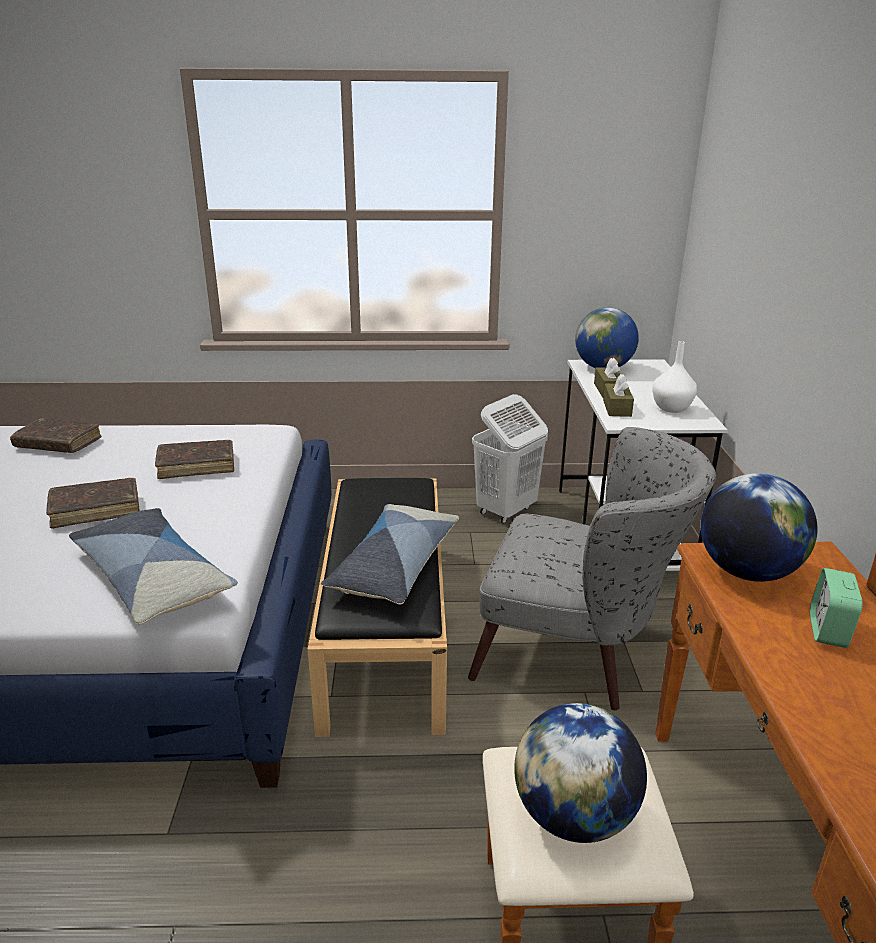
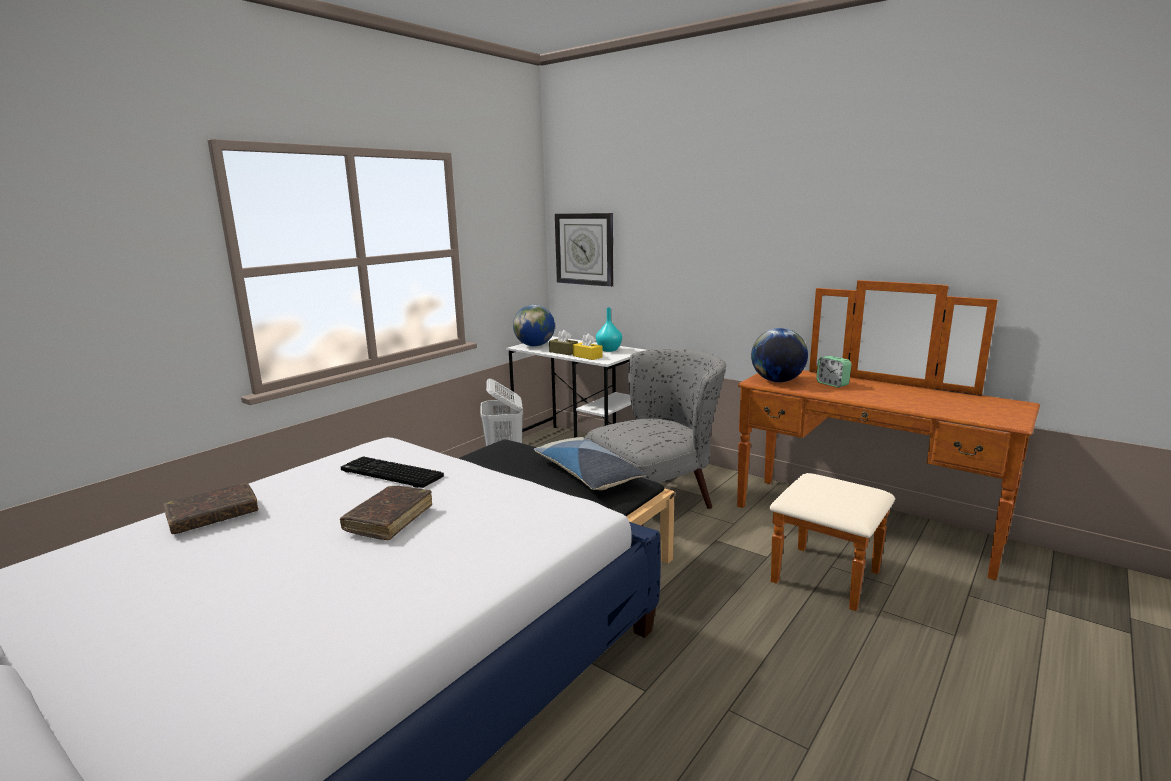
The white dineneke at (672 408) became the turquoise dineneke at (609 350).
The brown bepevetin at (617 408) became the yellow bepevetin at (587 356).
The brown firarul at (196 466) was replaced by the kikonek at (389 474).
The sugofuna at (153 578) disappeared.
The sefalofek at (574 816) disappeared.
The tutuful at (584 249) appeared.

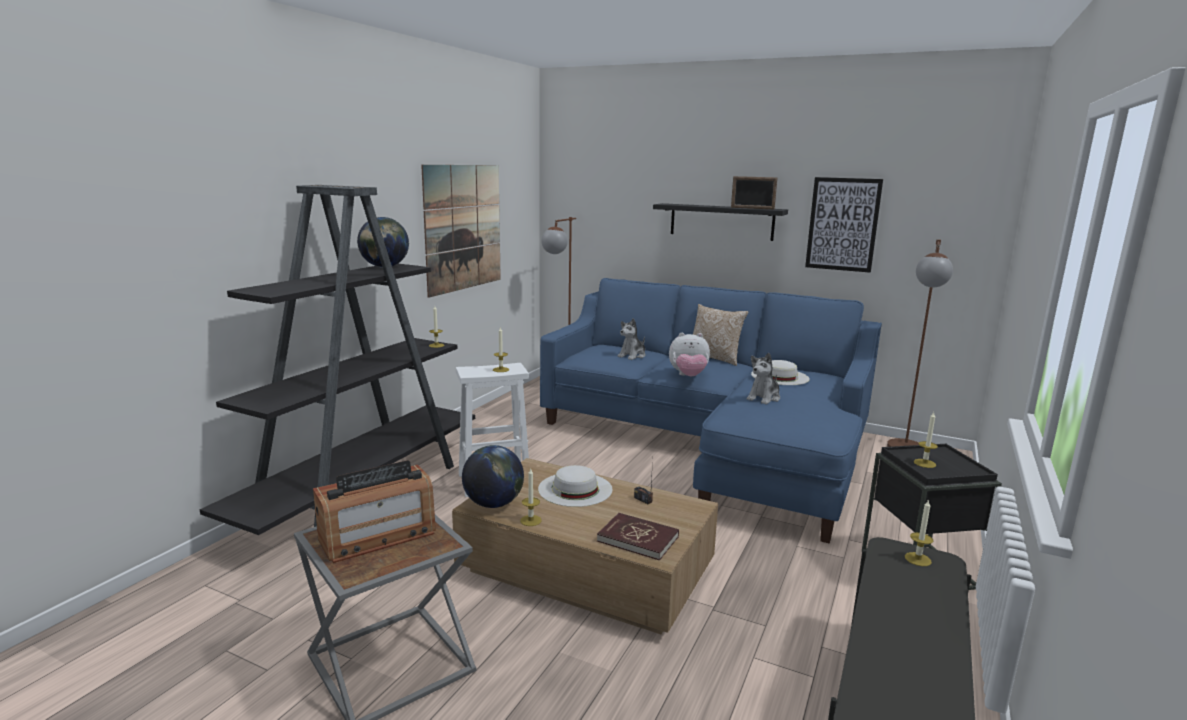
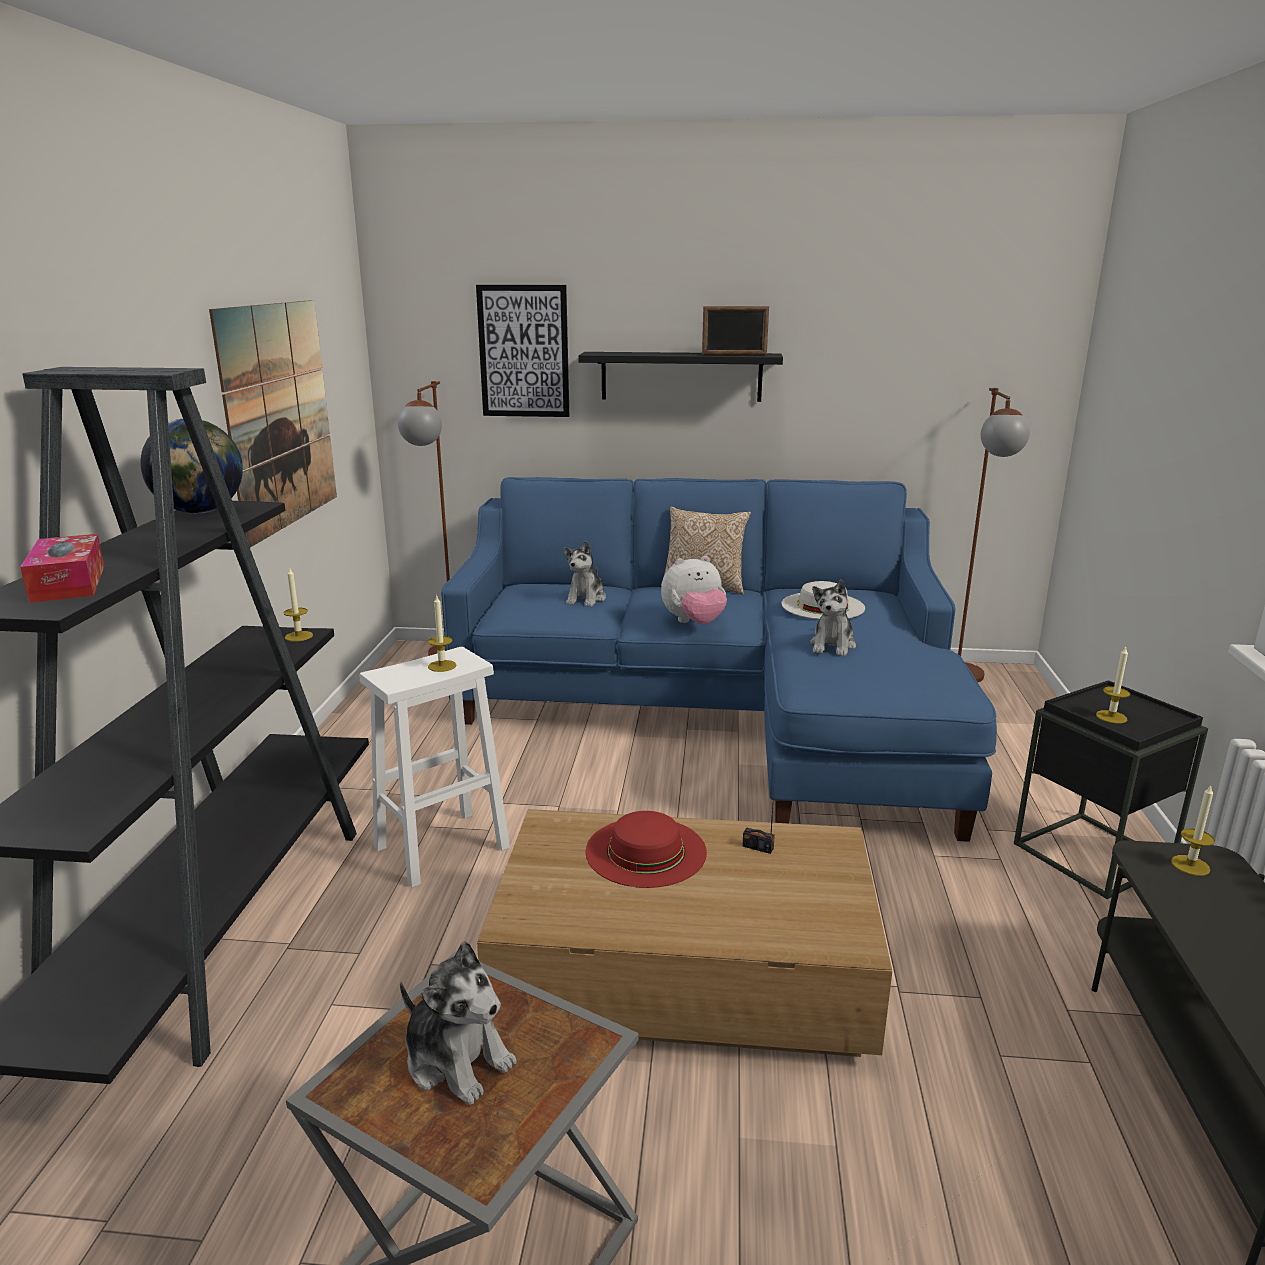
The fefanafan moved from (843 224) to (524 351).
The sefalofek at (493 504) disappeared.
The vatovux at (378 536) was replaced by the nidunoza at (457 1060).
The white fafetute at (575 489) became the red fafetute at (646 851).
The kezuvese at (530 520) disappeared.
The red firarul at (638 539) disappeared.
The bepevetin at (68 583) appeared.

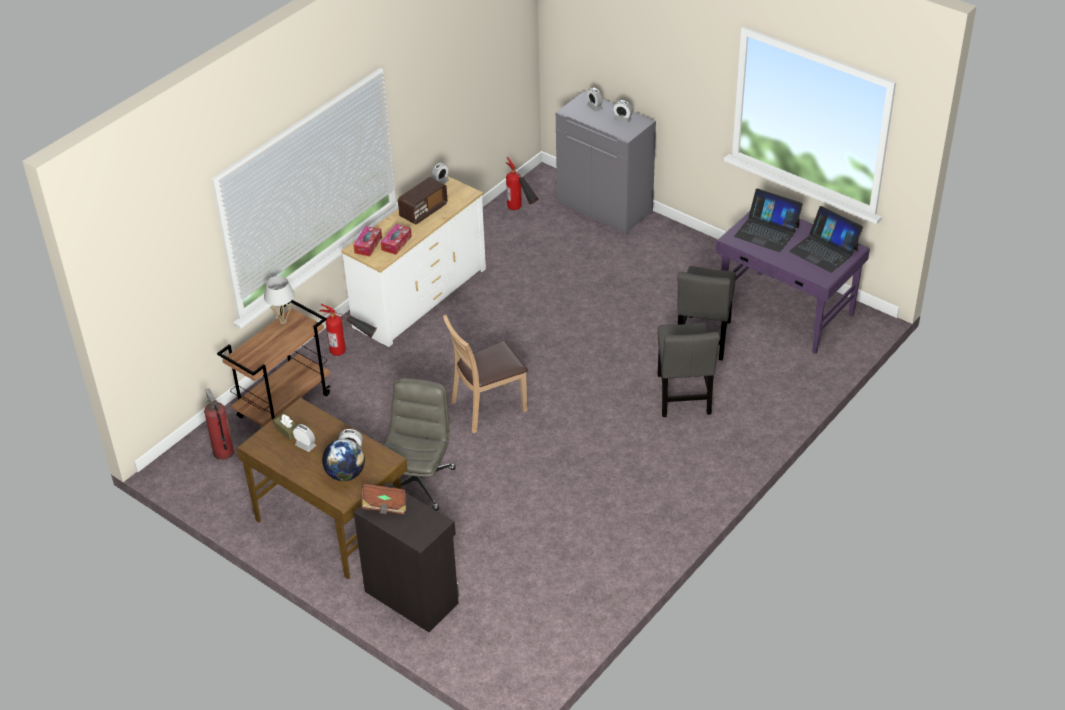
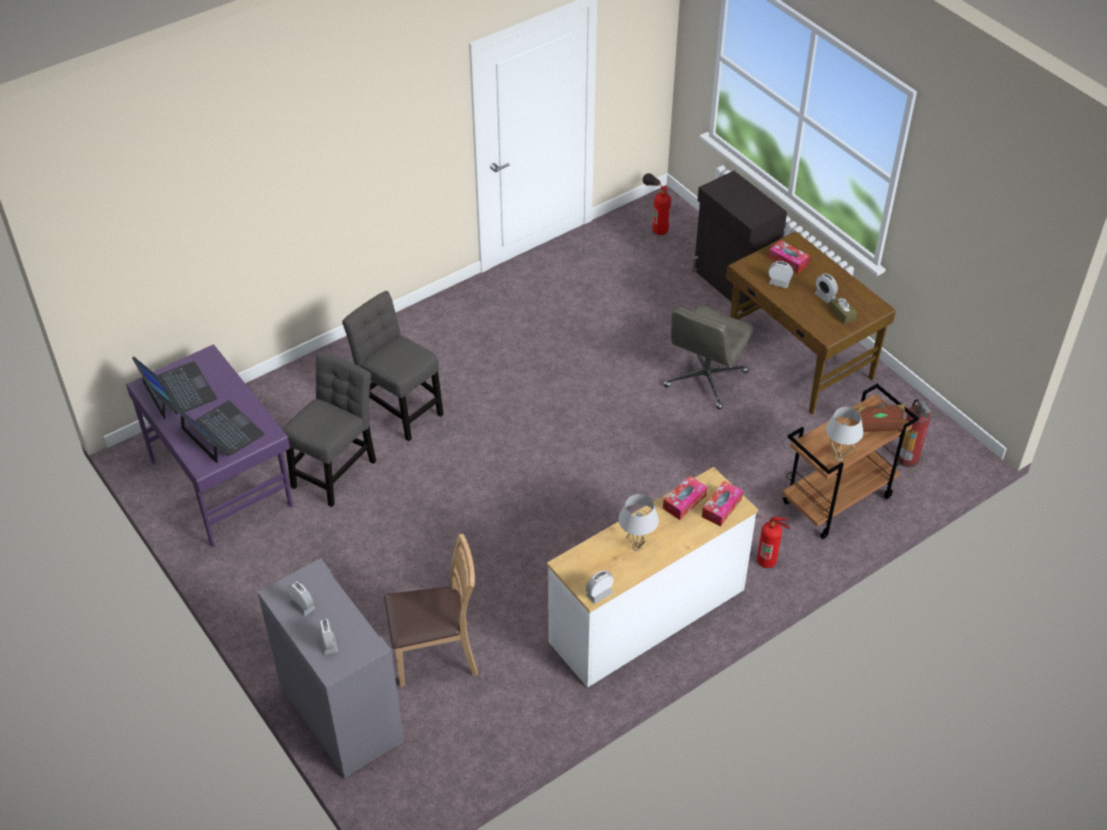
The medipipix moved from (521 213) to (655 220).
The vatovux at (423 211) was replaced by the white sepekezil at (636 547).
The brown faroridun moved from (488 407) to (436 654).
The grey faroridun at (683 397) turned 60 degrees counterclockwise.
The sefalofek at (345 474) was replaced by the bepevetin at (788 261).
The brown firarul moved from (384 506) to (879 424).

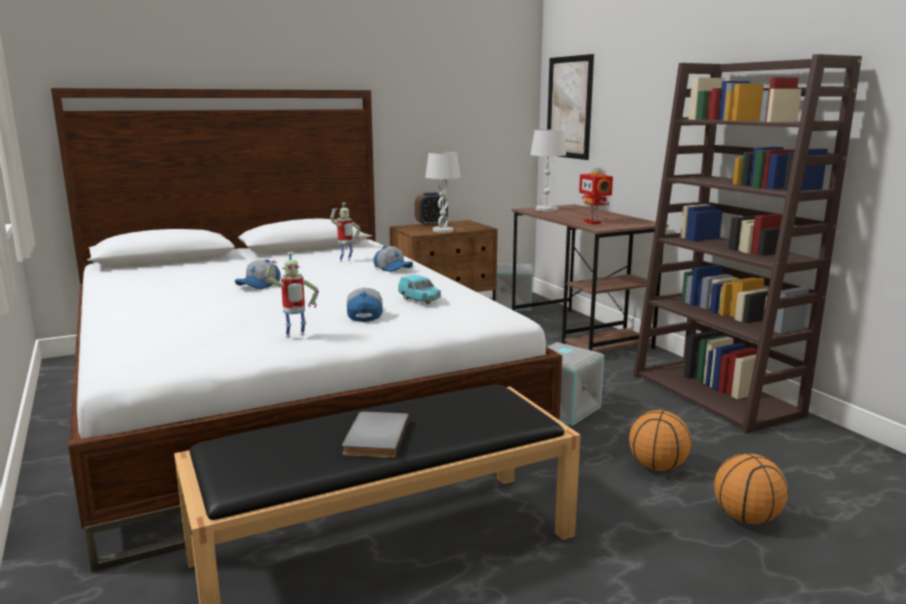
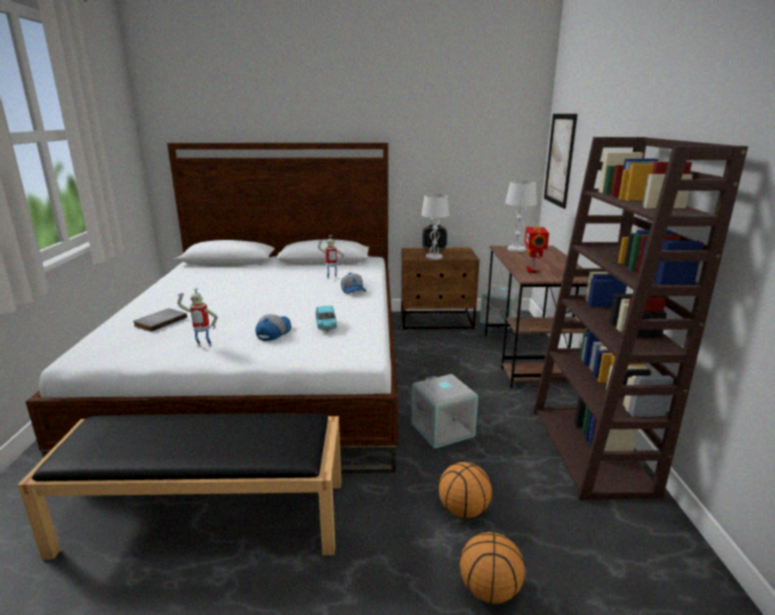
The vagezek at (259 285) disappeared.
The grey firarul moved from (374 437) to (159 321).

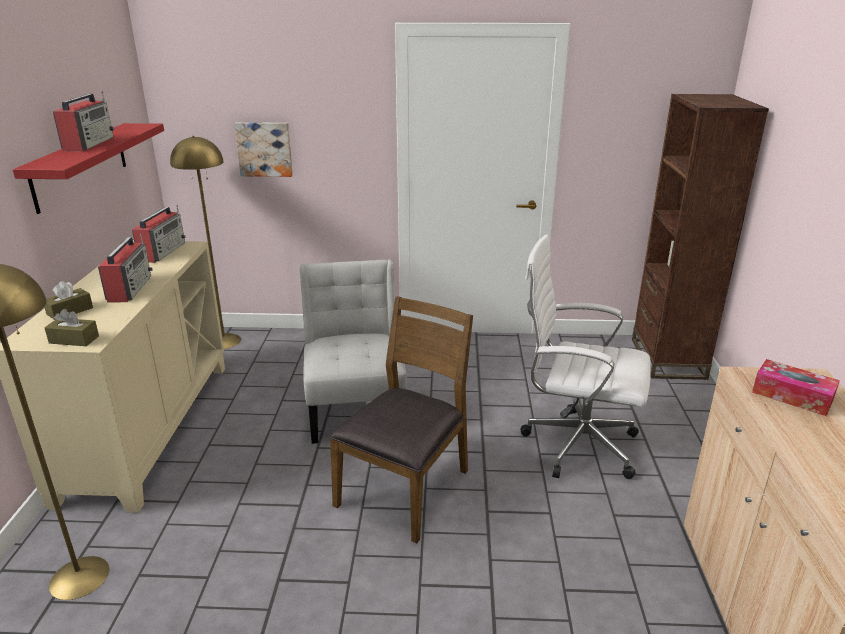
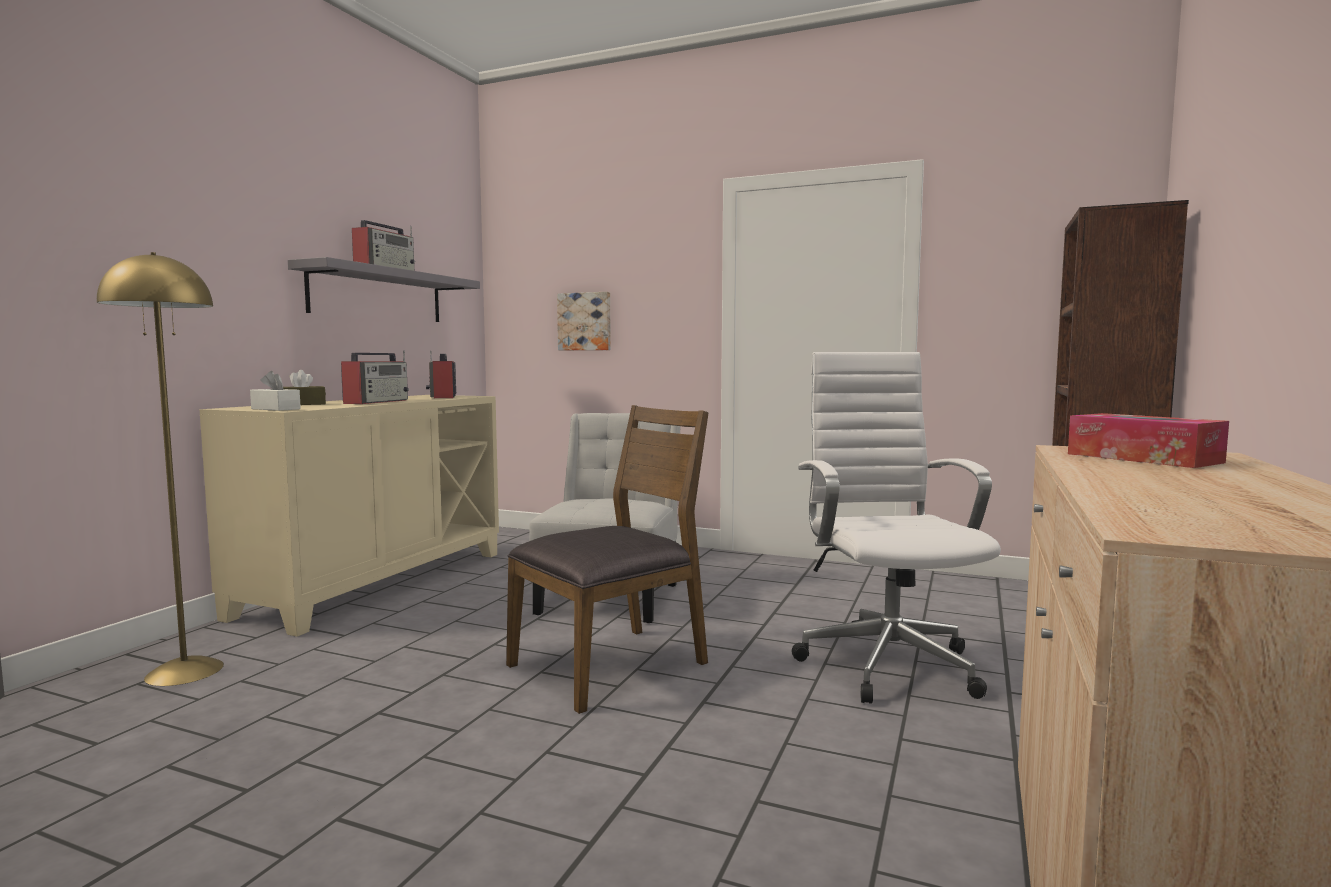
The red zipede at (81 165) became the grey zipede at (378 295).
The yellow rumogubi at (224 341) disappeared.
The vatovux at (163 251) turned 135 degrees clockwise.
The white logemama at (575 444) turned 45 degrees clockwise.
The brown bepevetin at (74 339) became the white bepevetin at (275 409).

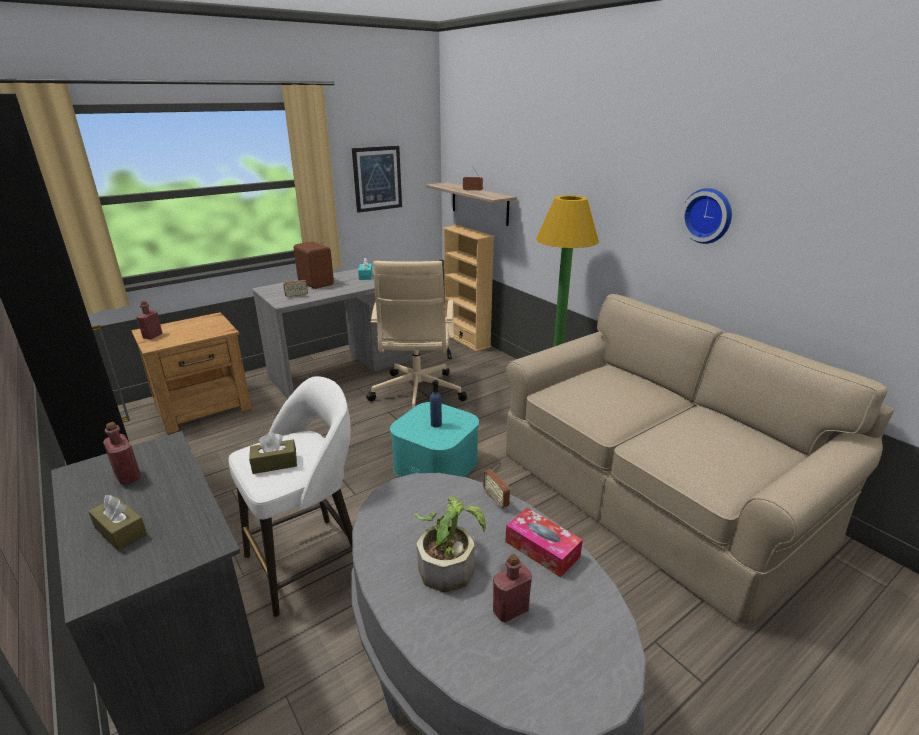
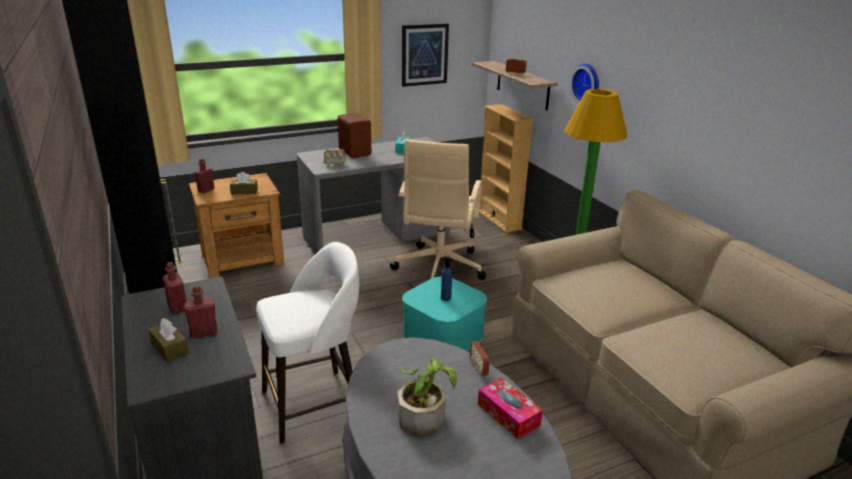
The tutuful moved from (708 215) to (587 84).
The brown bepevetin moved from (275 463) to (244 191).
The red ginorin moved from (510 610) to (204 333).

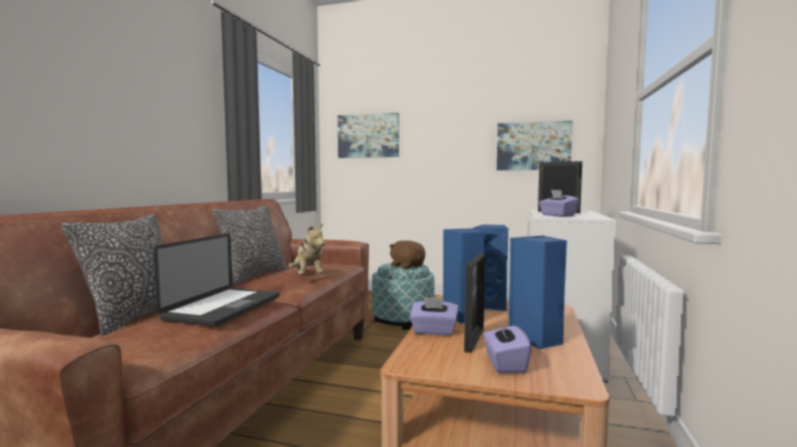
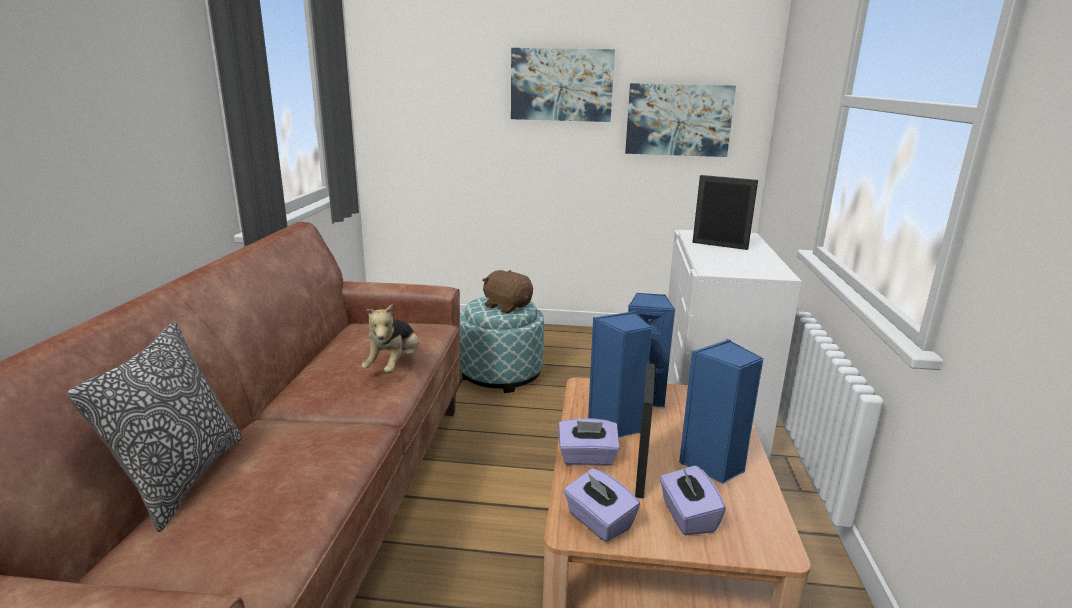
The fefanafan moved from (368 136) to (561 85).
The purple bepevetin moved from (557 215) to (598 521).
The sugofuna at (254 275) disappeared.
The nidunoza at (308 276) turned 45 degrees clockwise.
The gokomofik at (224 308) disappeared.

